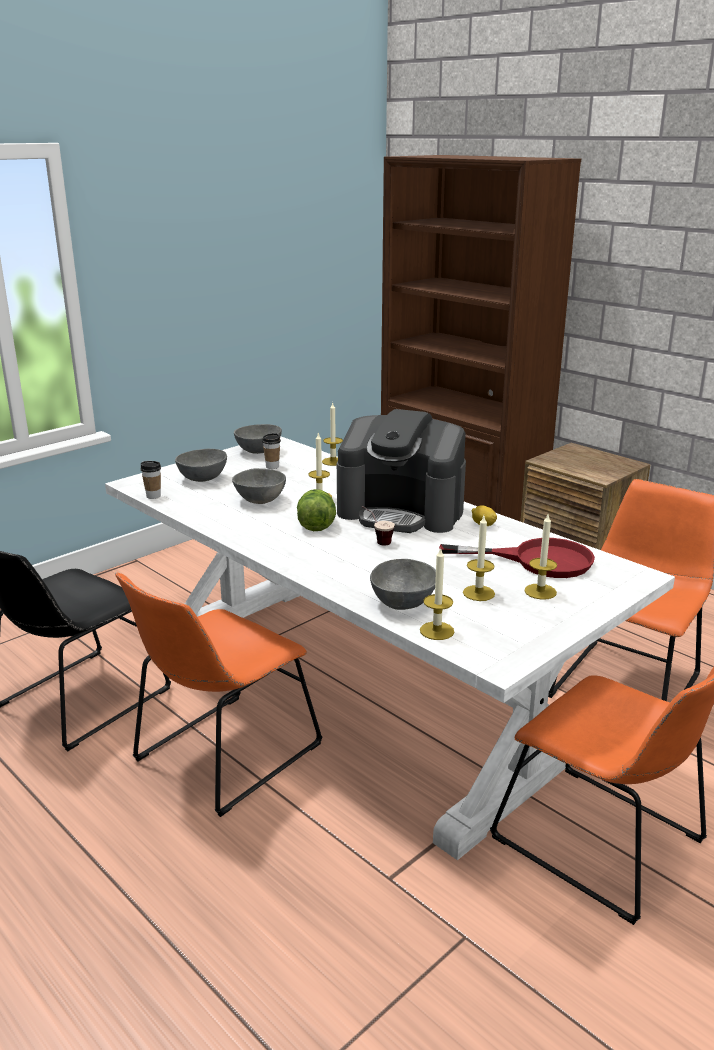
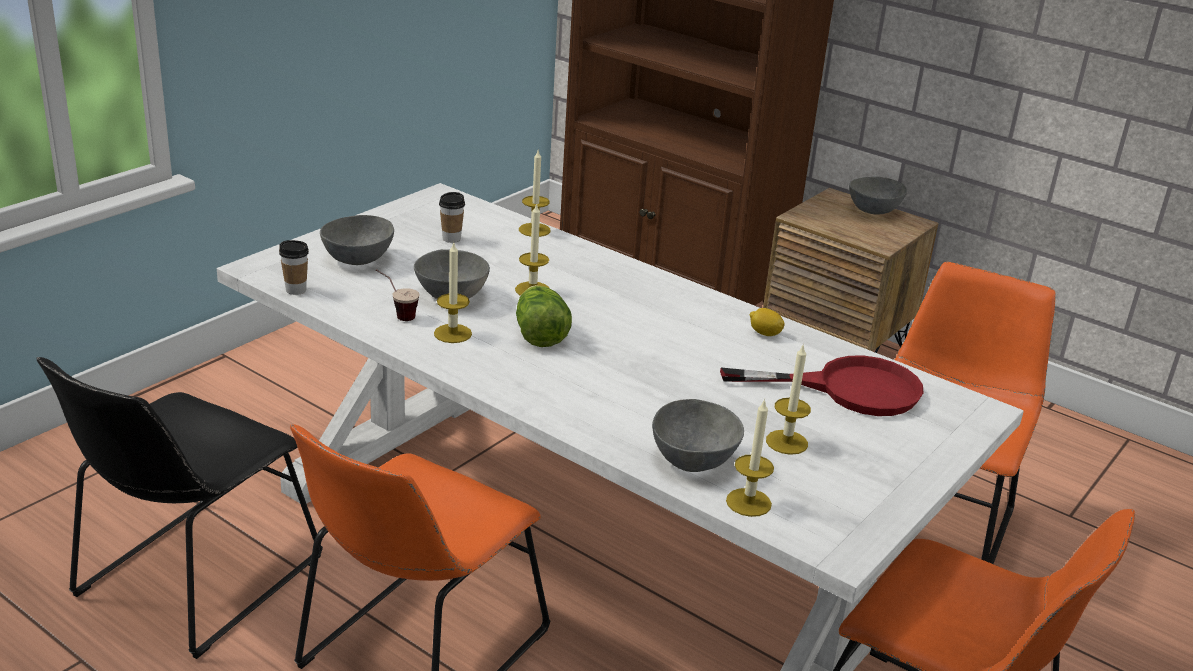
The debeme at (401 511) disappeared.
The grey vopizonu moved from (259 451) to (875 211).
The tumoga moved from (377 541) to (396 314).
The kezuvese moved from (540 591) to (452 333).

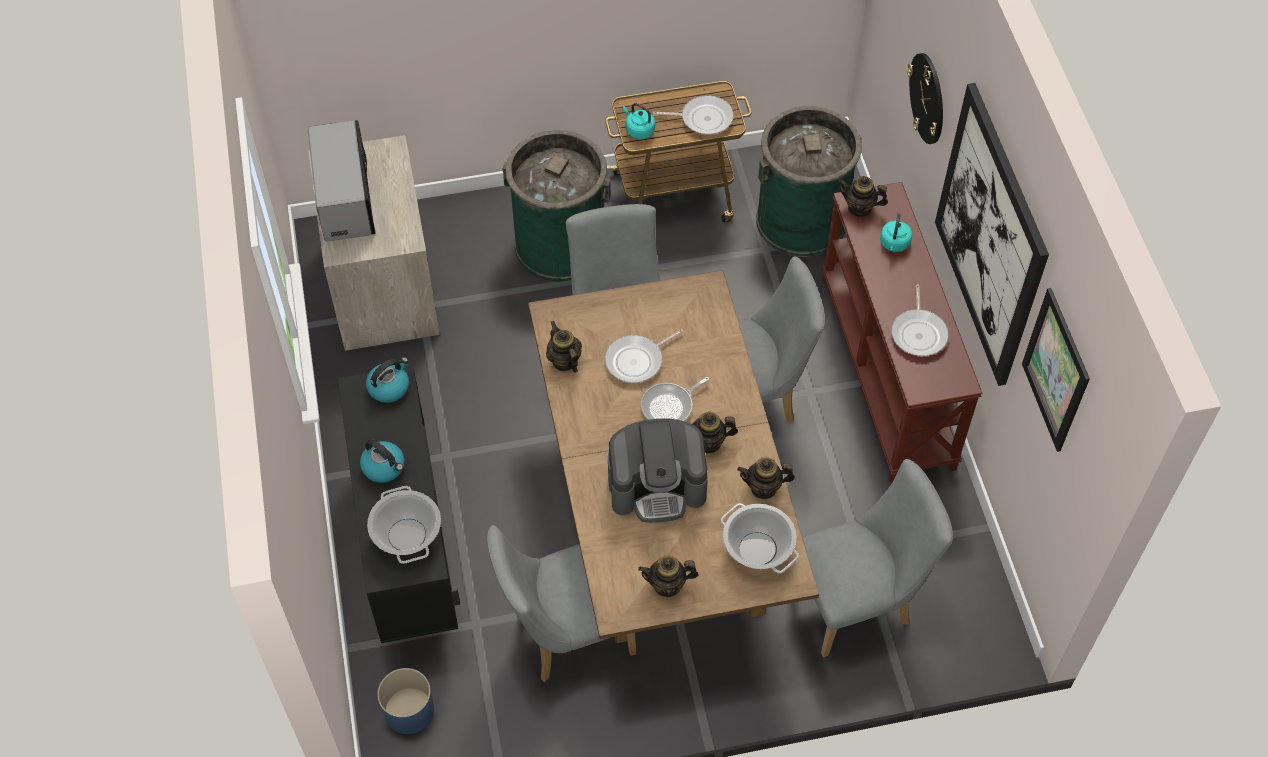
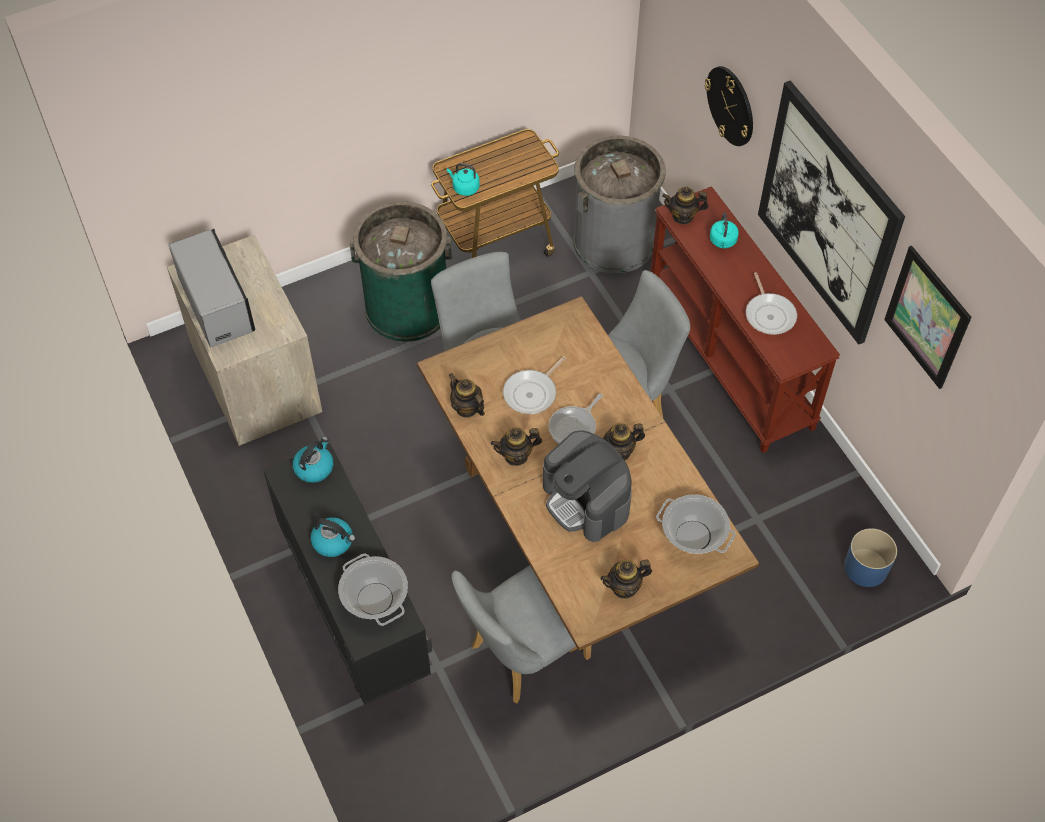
The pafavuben at (703 118) disappeared.
The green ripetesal at (801 220) became the grey ripetesal at (614 241).
The debeme at (657 486) turned 75 degrees clockwise.
The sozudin moved from (764 488) to (516 456).
The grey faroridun at (858 601) disappeared.
The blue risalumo moved from (408 710) to (865 567).

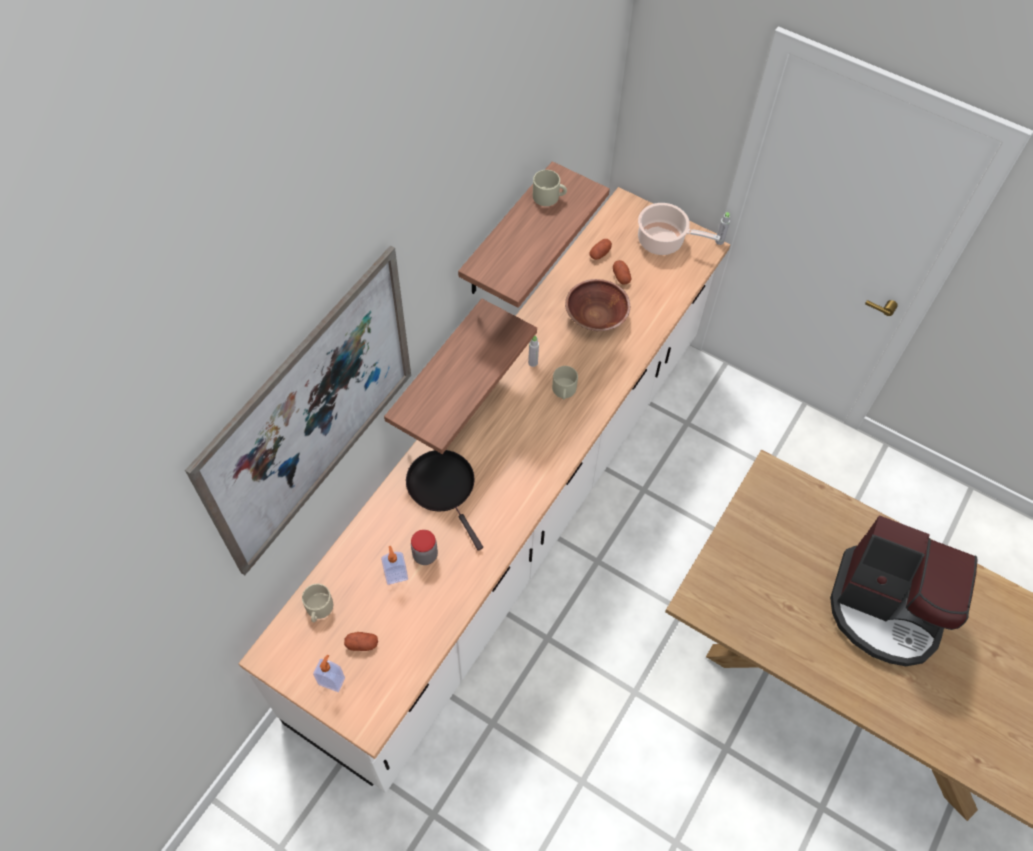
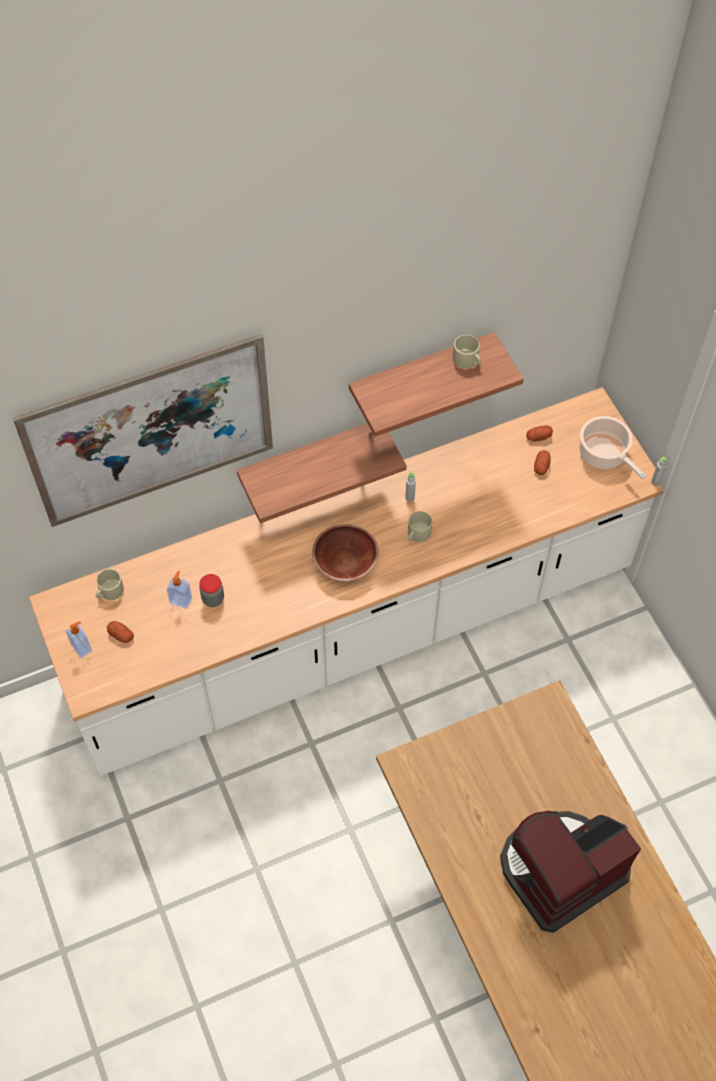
The brown vopizonu moved from (596 316) to (345 562).
The black pafavuben at (443 487) disappeared.
The debeme at (886 610) turned 90 degrees clockwise.

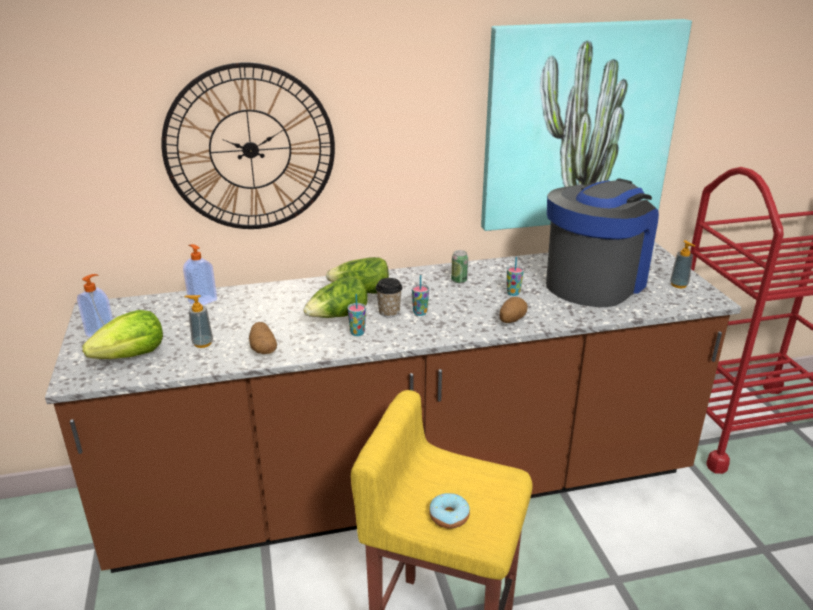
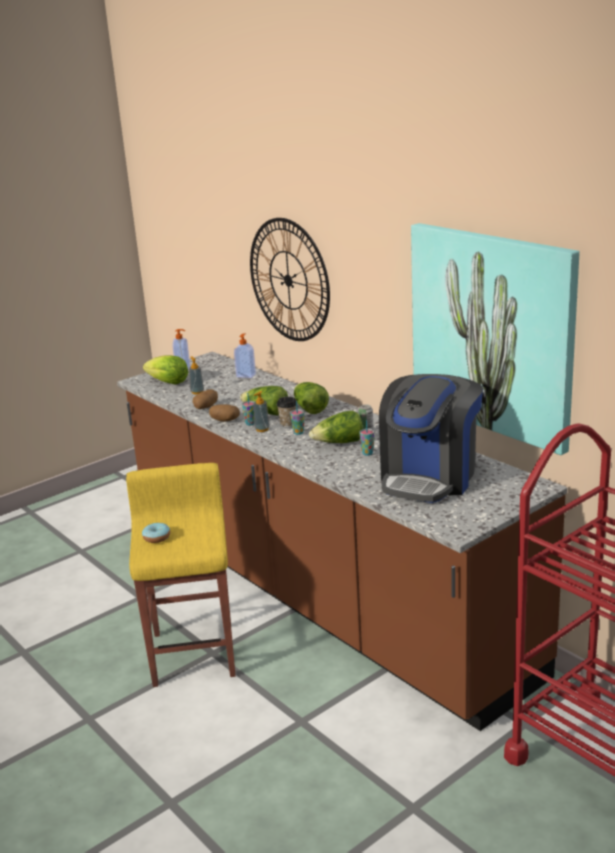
The debeme at (594 282) turned 105 degrees clockwise.
The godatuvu moved from (678 285) to (262 429).
The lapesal moved from (511 319) to (224 420).
The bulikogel at (339 443) appeared.

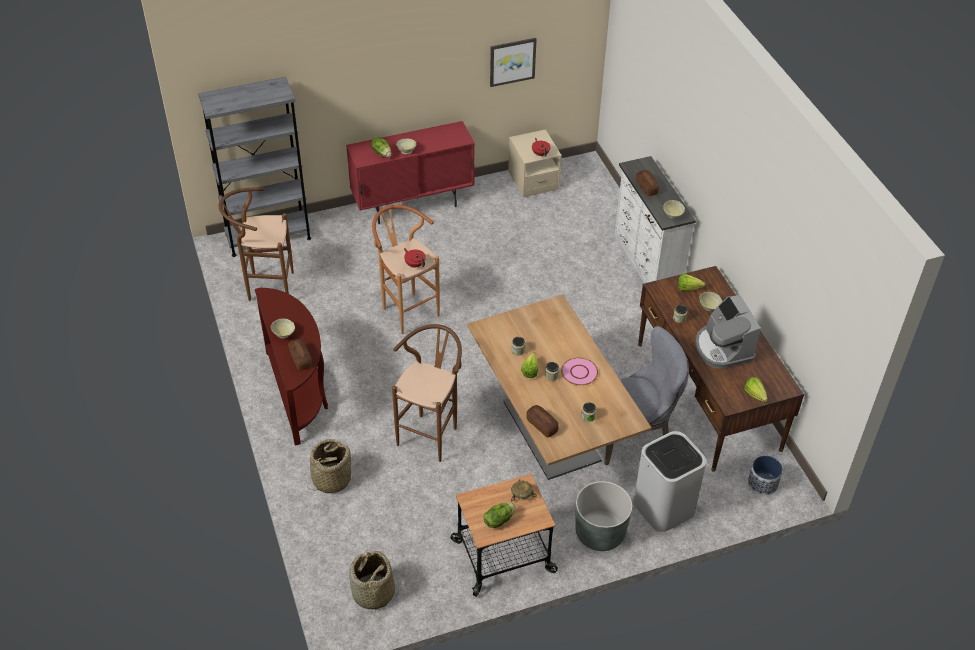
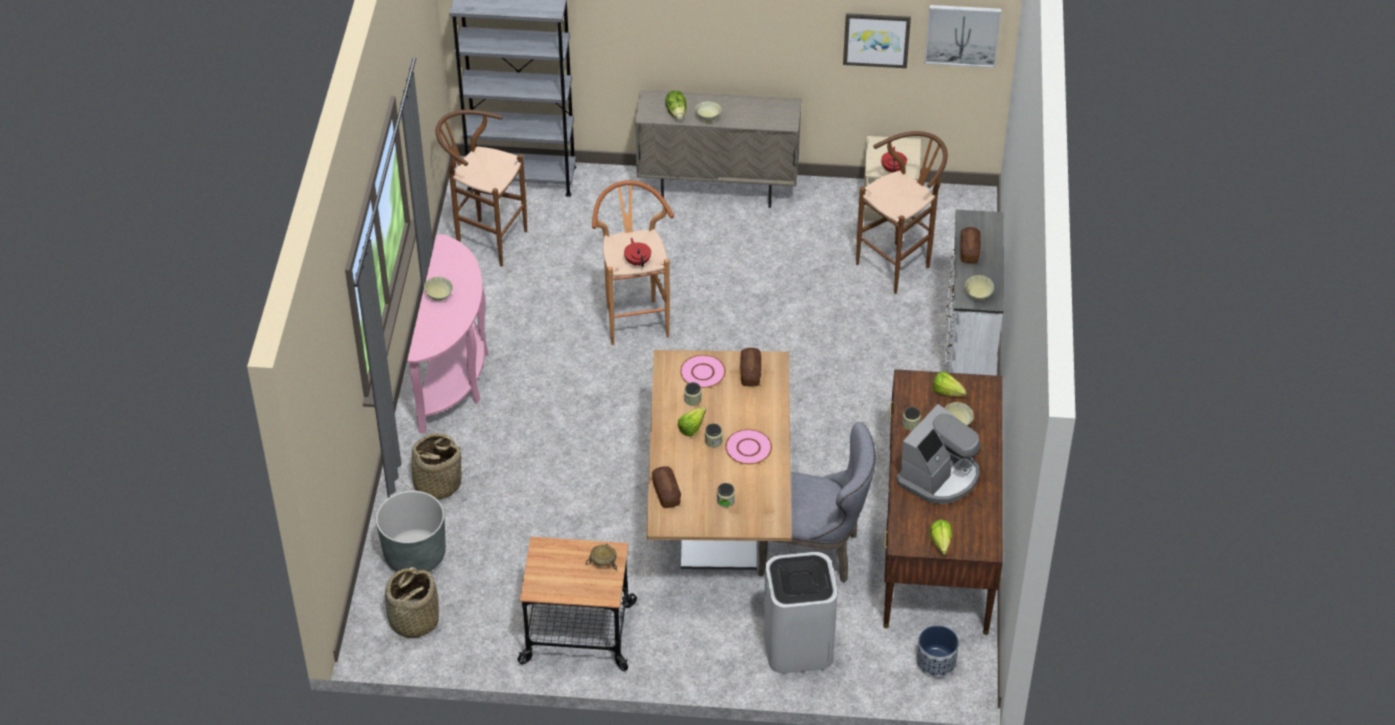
The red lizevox at (413 205) became the beige lizevox at (718 189).
The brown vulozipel at (298 393) became the pink vulozipel at (455 375).
The debeme at (722 348) turned 150 degrees counterclockwise.
The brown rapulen moved from (431 433) to (899 263).
The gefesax moved from (300 358) to (750 372).
The grey risalumo moved from (600 532) to (415 555).
The bulikogel at (498 520) disappeared.
The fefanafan at (962 34) appeared.
The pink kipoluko at (702 373) appeared.

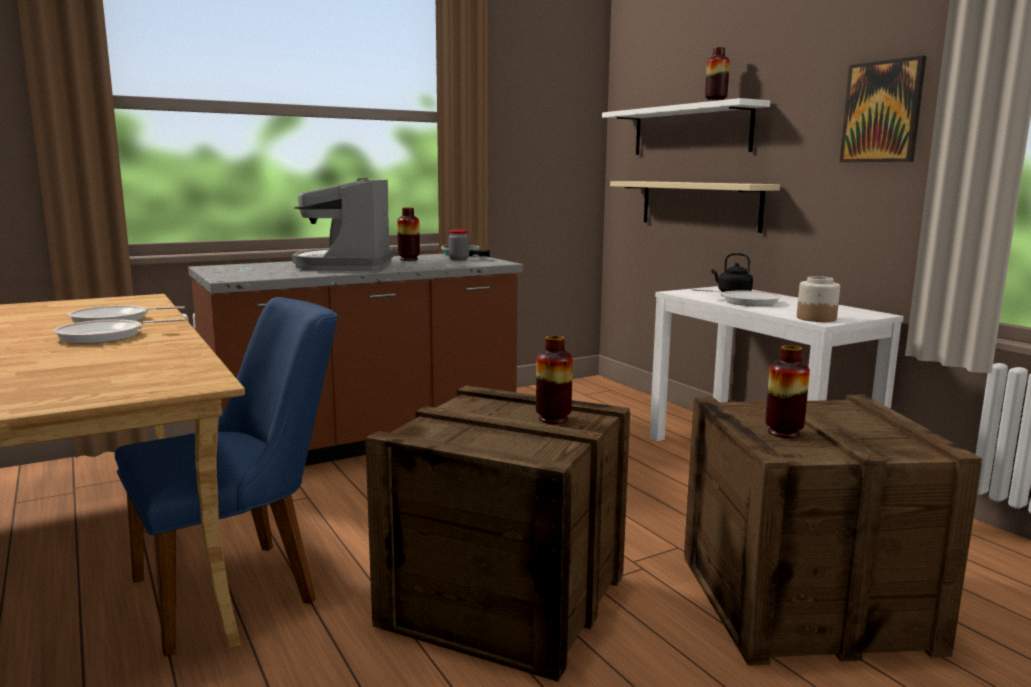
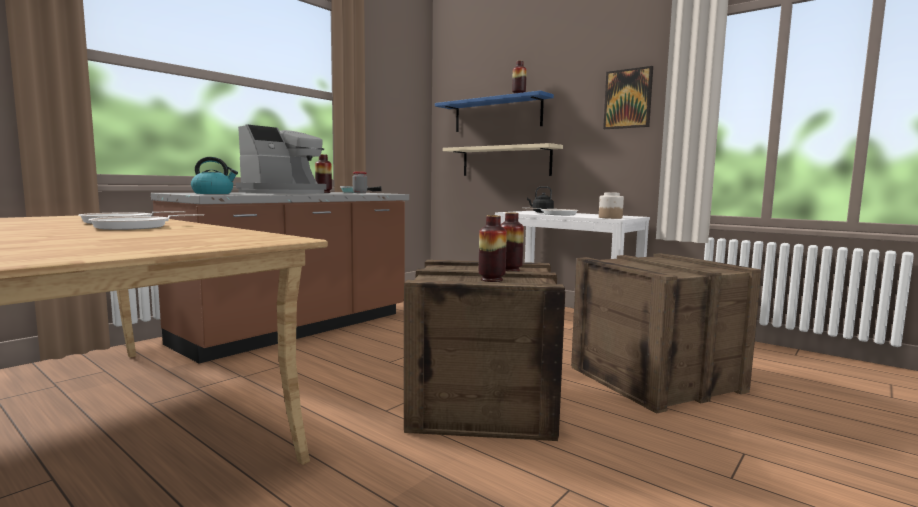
The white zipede at (690 130) became the blue zipede at (497 114).
The debeme at (345 266) turned 120 degrees counterclockwise.
The blue faroridun at (242 586) disappeared.
The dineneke moved from (783 433) to (491 279).
The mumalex at (213 193) appeared.

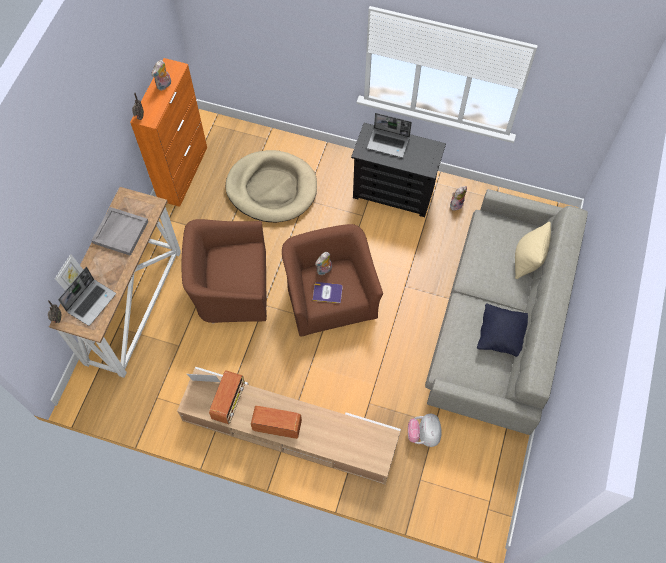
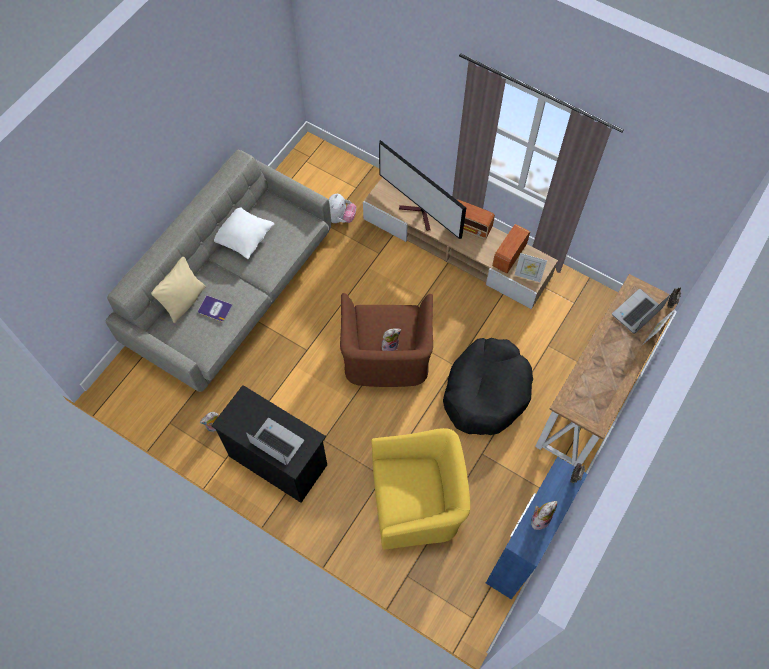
The orange lizevox at (183 173) became the blue lizevox at (520 551).
The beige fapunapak at (272 188) was replaced by the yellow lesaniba at (417 501).
The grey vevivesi at (120 231) disappeared.
The brown lesaniba at (231 288) was replaced by the black fapunapak at (486 391).
The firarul moved from (327 293) to (215 309).
The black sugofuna at (502 336) became the white sugofuna at (244 238).
The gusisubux at (420 214) appeared.

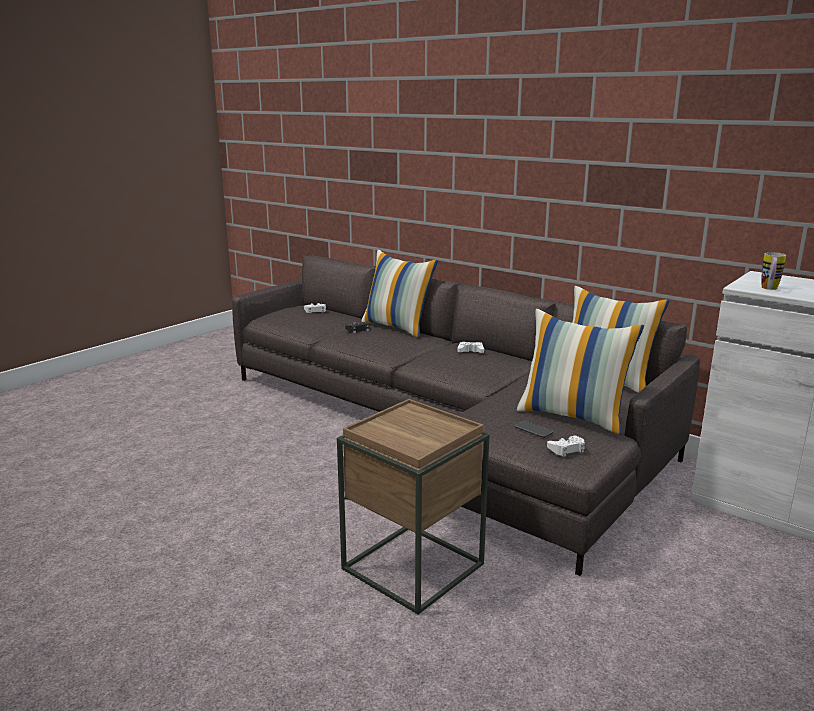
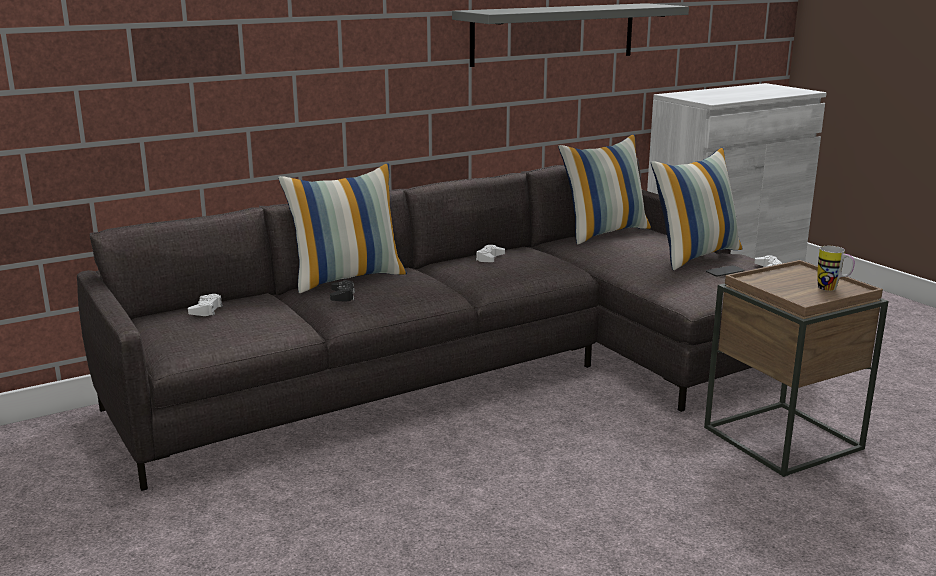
The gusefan moved from (769 289) to (832 289).
The grey zipede at (554 34) appeared.

